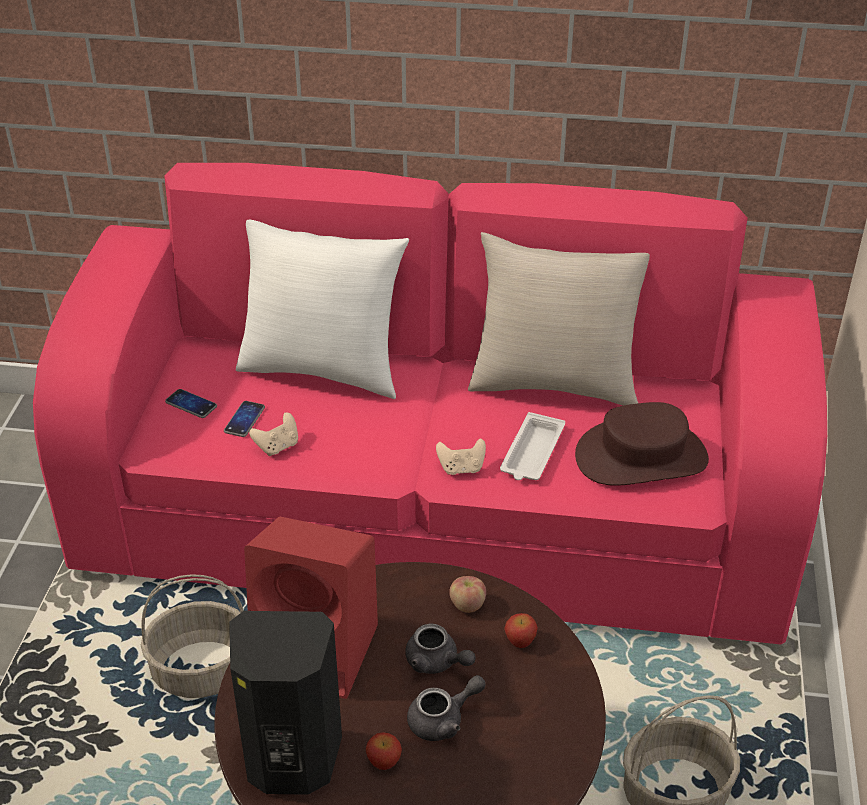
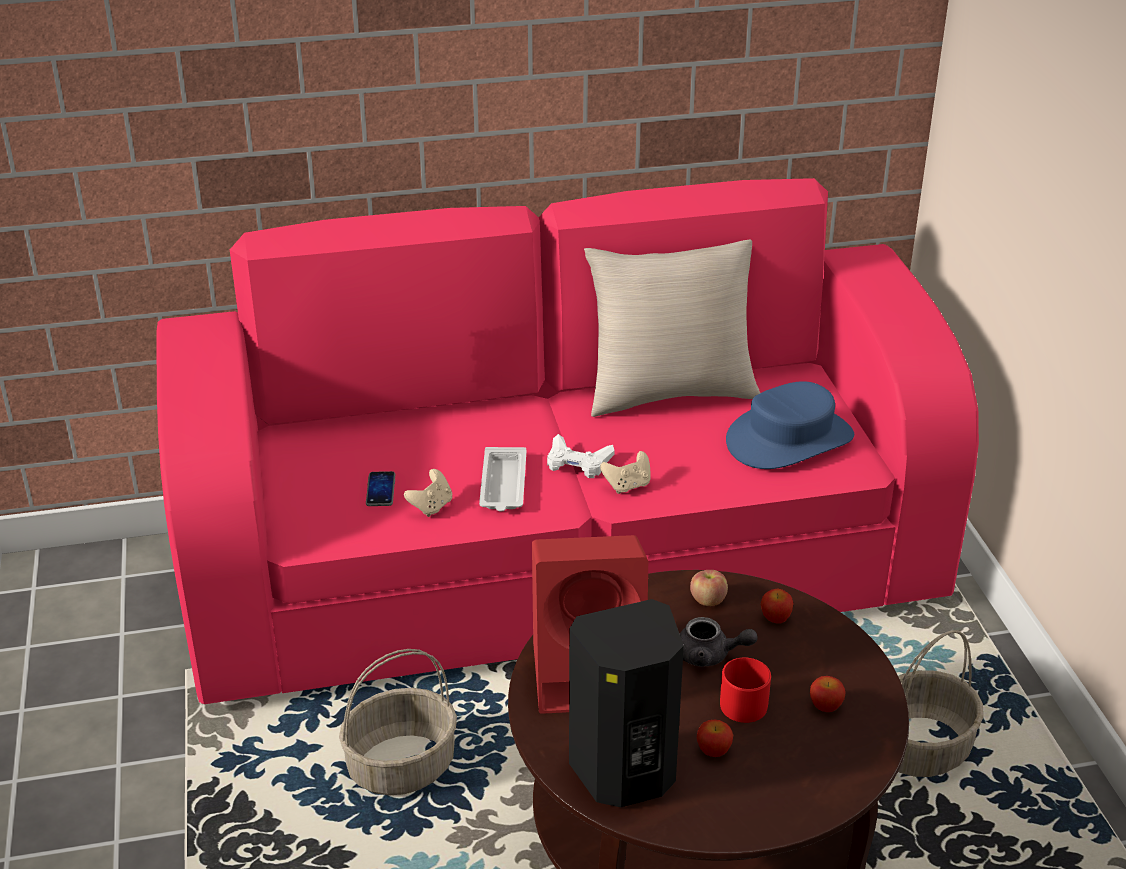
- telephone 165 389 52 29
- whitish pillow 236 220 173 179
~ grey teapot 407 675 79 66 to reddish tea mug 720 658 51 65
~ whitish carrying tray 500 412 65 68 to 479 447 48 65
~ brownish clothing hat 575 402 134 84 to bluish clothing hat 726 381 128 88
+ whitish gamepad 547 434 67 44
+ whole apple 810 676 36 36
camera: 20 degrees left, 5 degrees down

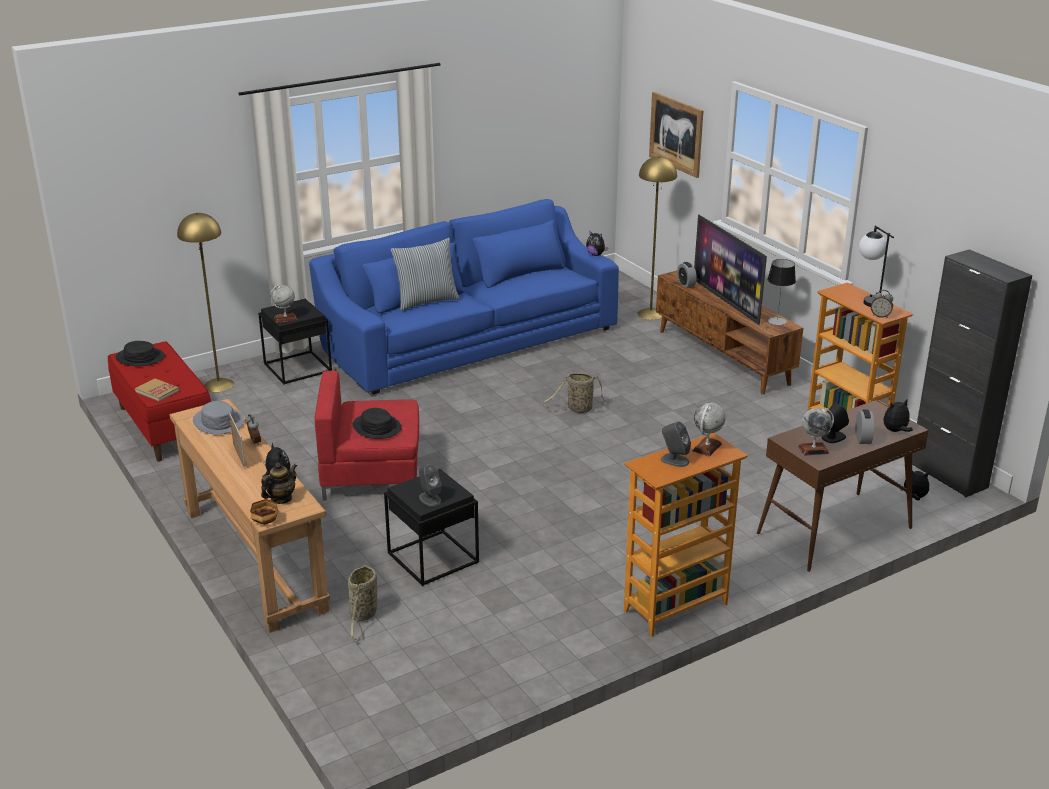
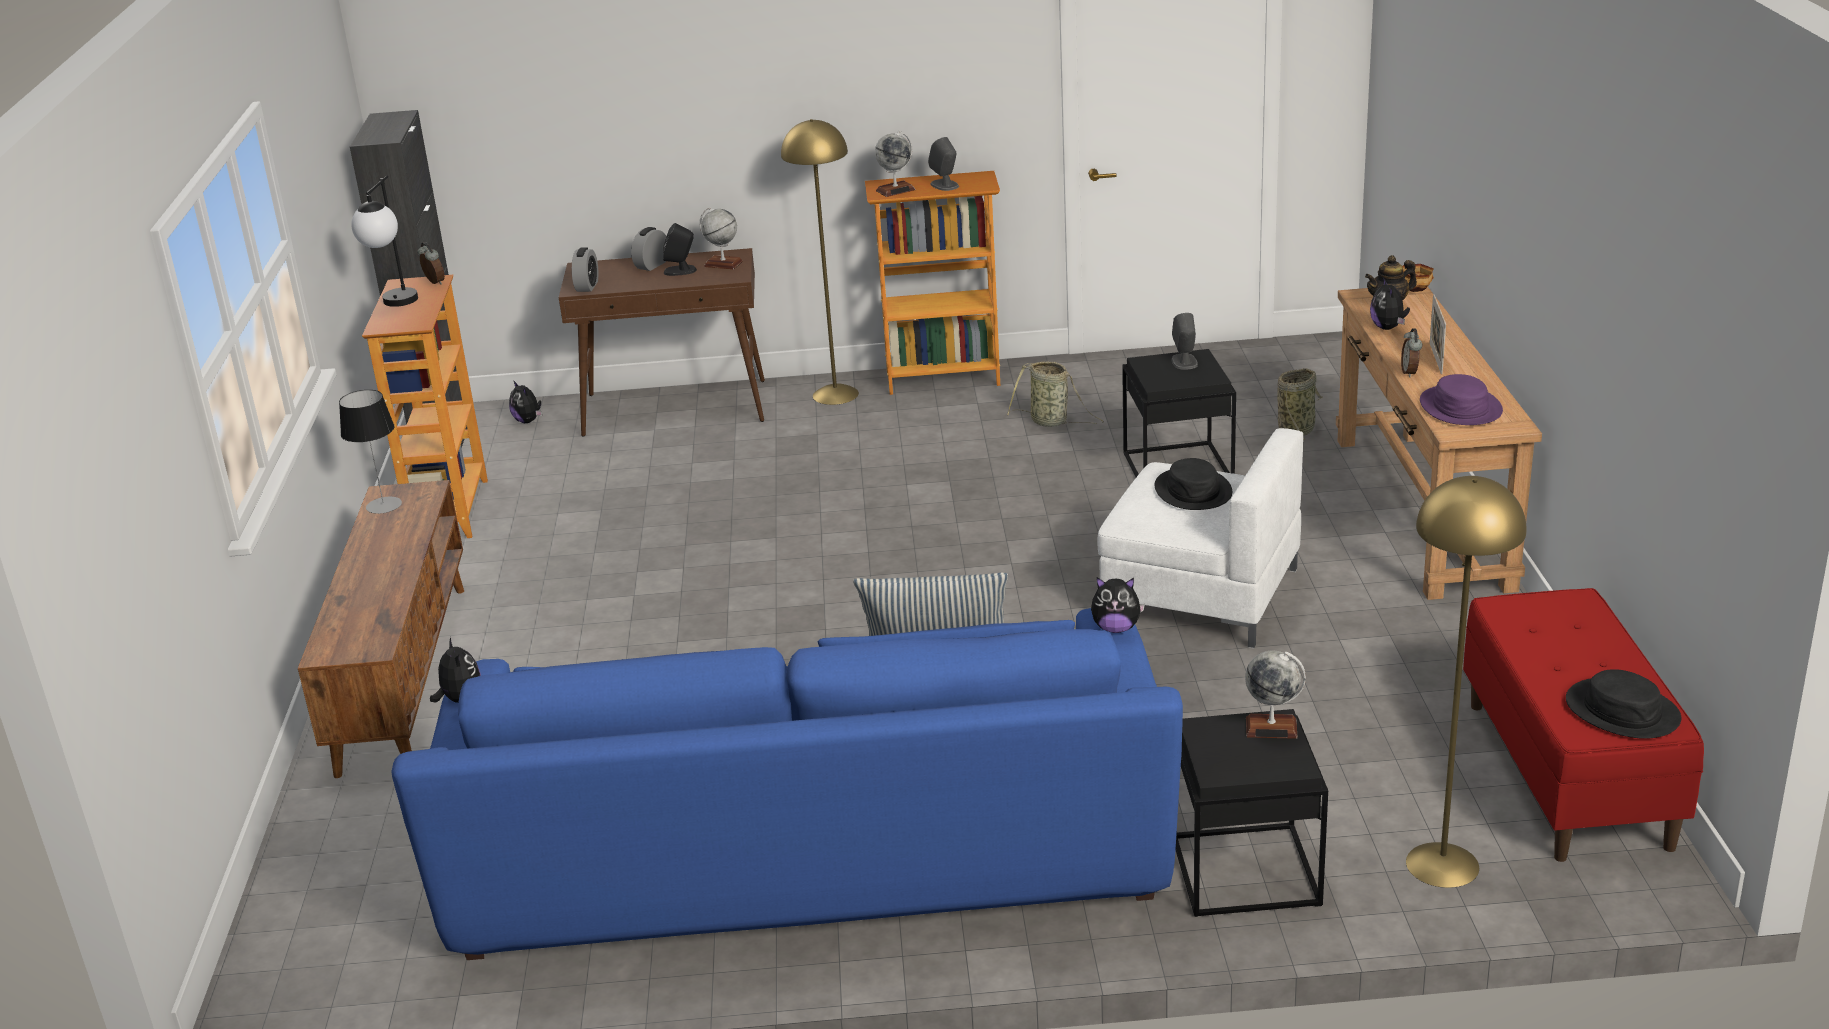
- bound book 135 378 44 24
~ grey clothing hat 193 401 52 33 to purple clothing hat 1420 374 83 51
~ reddish armchair 315 371 104 129 to whitish armchair 1097 428 206 221
~ storage basket 542 373 64 40 to 1007 361 97 66
~ yellow-coloured floor lamp 637 156 40 164 to 781 119 78 286
- wall art 649 92 54 86
~ alarm clock 677 262 20 26 to 572 247 26 45
- TV 694 214 73 111
~ cuddly toy 883 400 30 32 to 1091 578 54 55
camera: 150 degrees left, 0 degrees up

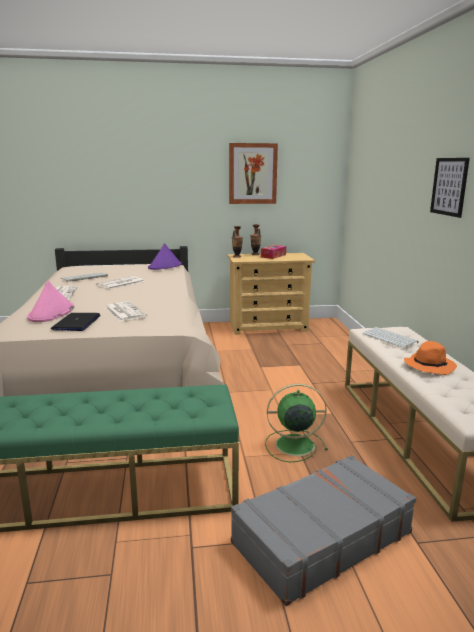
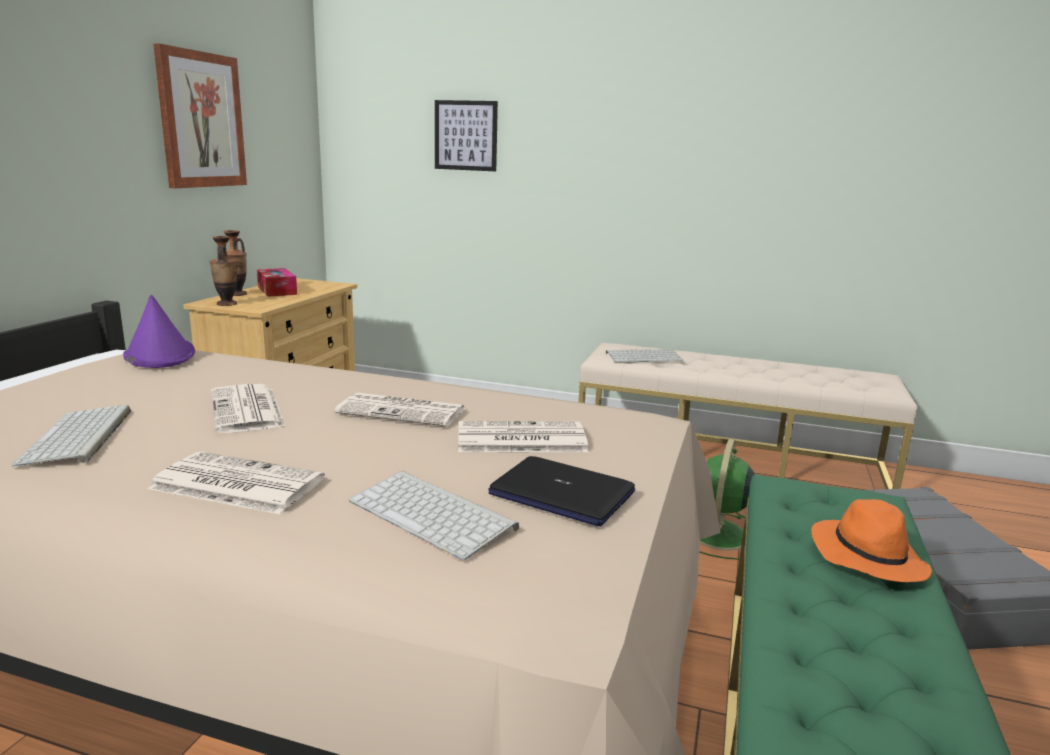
~ pinkish clothing hat 27 281 47 41 to computer keyboard 349 471 170 89
~ orangey clothing hat 404 341 53 34 to 811 499 121 83
~ wall art 430 158 40 60 to 435 100 63 71
+ daily paper 334 393 132 34
camera: 65 degrees left, 0 degrees up

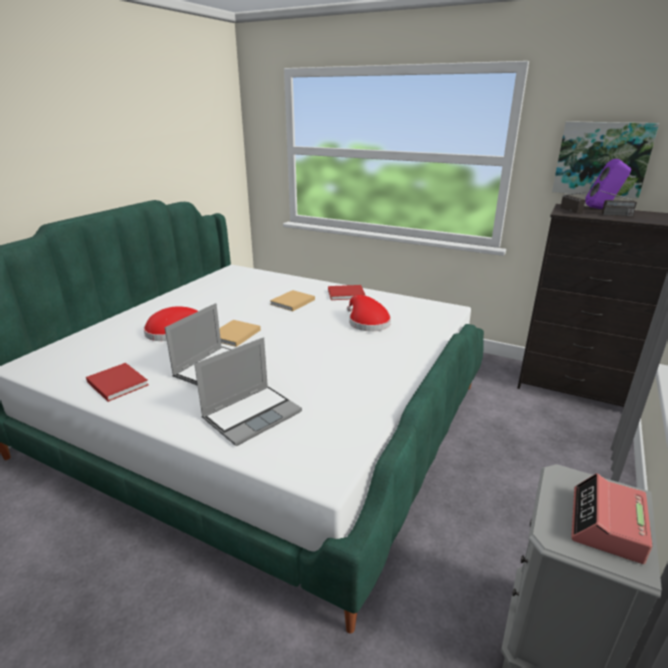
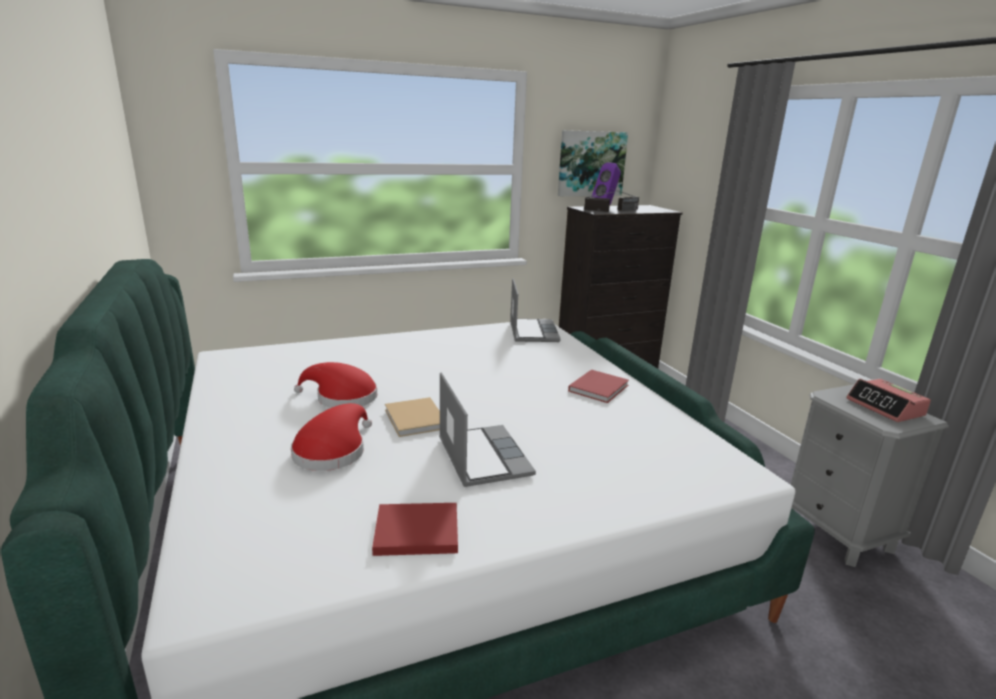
~ notebook computer 194 337 108 109 to 510 278 51 64
- beige-coloured bound book 270 290 45 21
~ reddish bound book 328 285 37 15 to 568 370 61 33
~ reddish clothing hat 347 295 44 36 to 294 362 83 46
camera: 50 degrees left, 5 degrees down

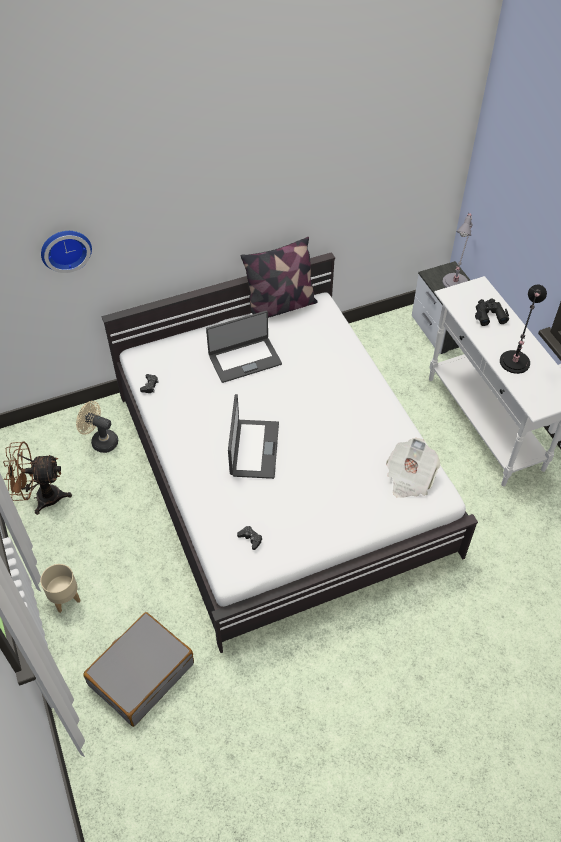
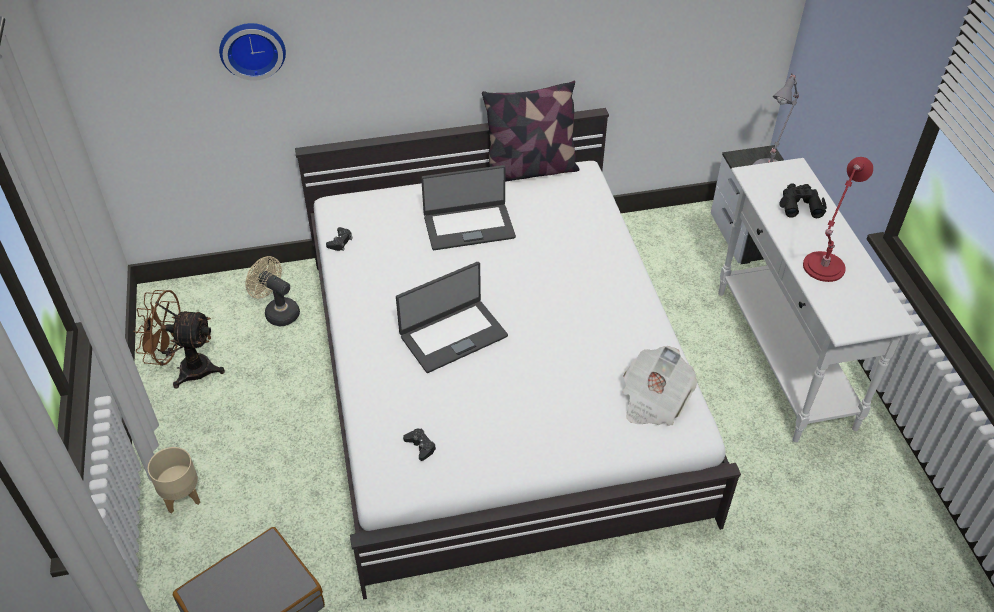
~ notebook computer 228 394 51 85 = 396 262 112 111 45 degrees clockwise
~ blackish lamp for a table 500 284 47 90 to reddish lamp for a table 803 157 70 125
camera: 10 degrees right, 5 degrees down

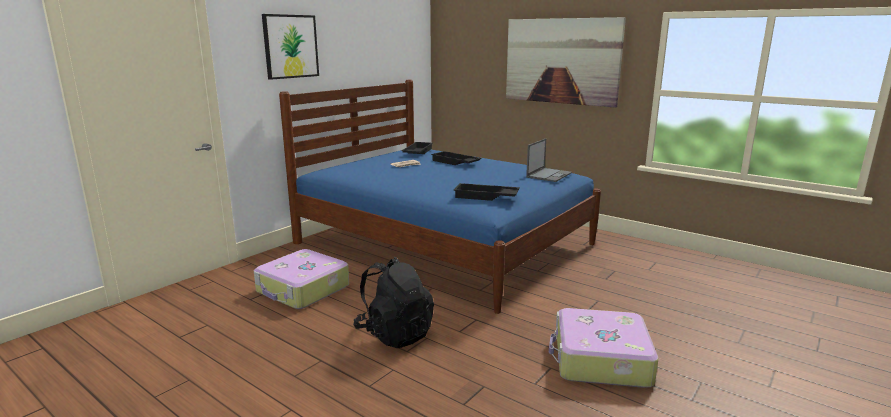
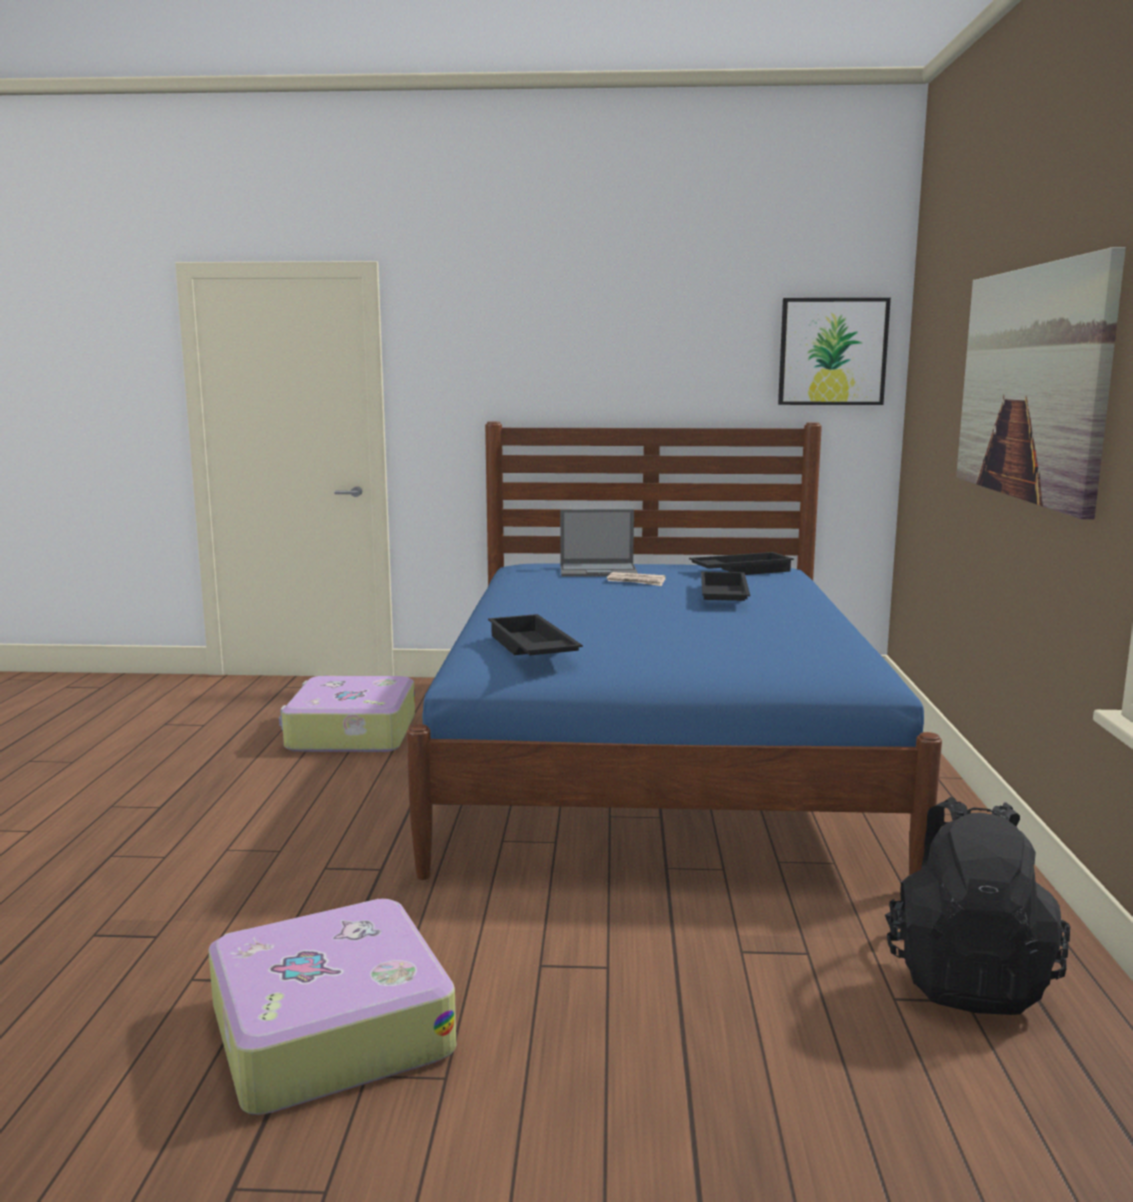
~ wall art 262 14 57 66 to 778 298 113 107
~ blackish knapsack 353 257 81 91 to 885 797 185 218
~ notebook computer 526 138 46 44 to 560 509 78 68
camera: 55 degrees right, 5 degrees down

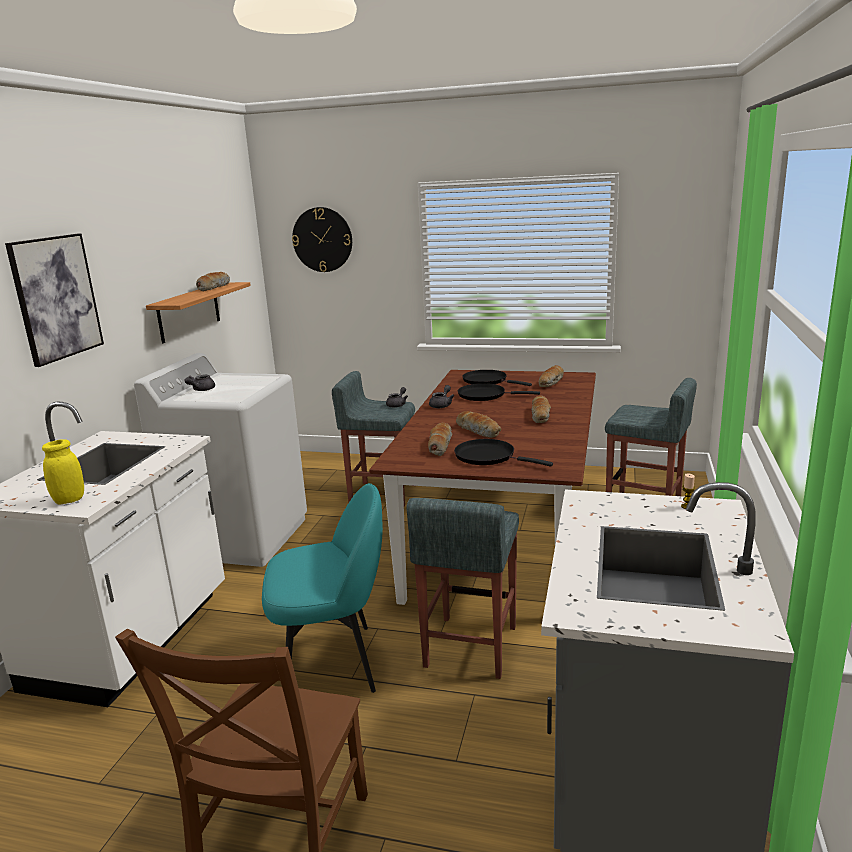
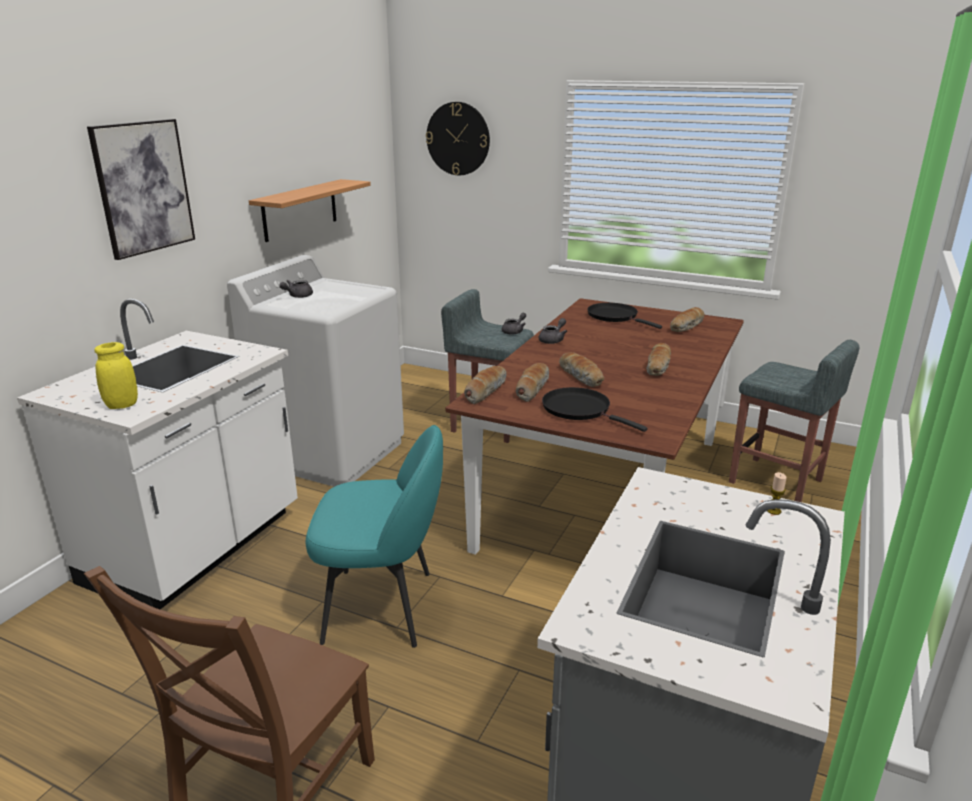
~ baked bread 196 272 34 19 to 464 366 43 38
- grey stool 406 498 113 181
- blackish frying pan 458 383 82 18
camera: 10 degrees right, 5 degrees up

